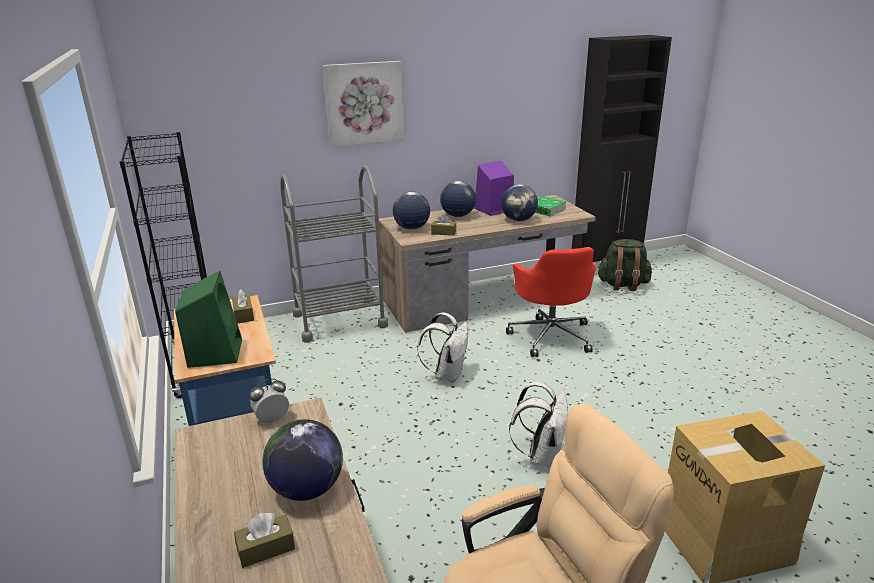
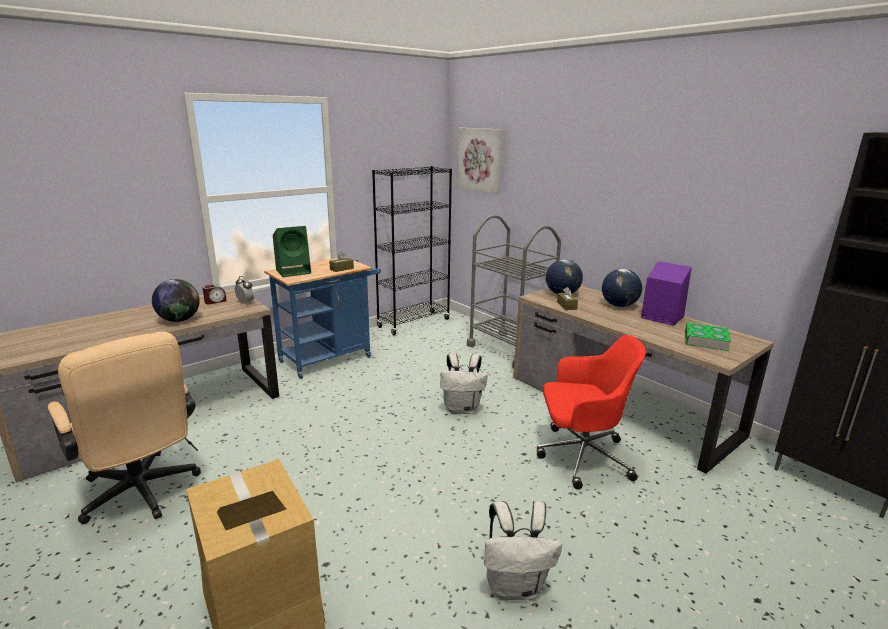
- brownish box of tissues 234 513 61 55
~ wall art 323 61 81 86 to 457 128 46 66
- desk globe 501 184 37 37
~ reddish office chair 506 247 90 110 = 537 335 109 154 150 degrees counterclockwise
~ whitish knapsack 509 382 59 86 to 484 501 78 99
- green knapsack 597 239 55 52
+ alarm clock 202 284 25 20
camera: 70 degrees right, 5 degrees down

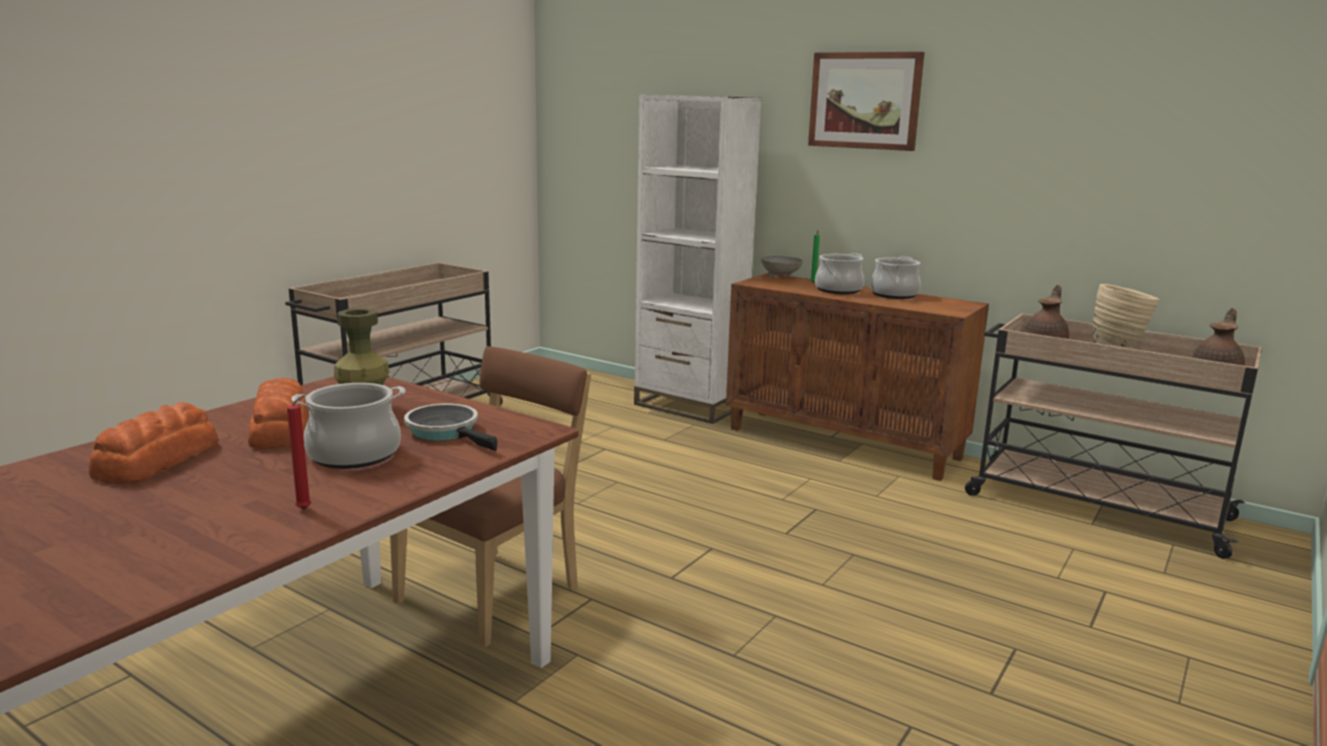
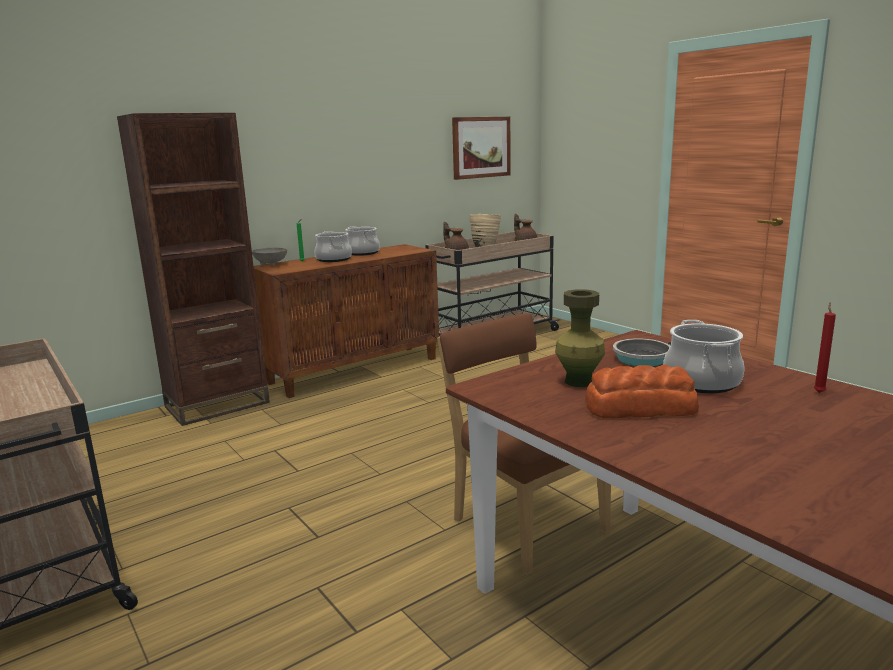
- baked bread 89 402 130 82
~ whitish shelving unit 634 95 128 329 to brownish shelving unit 117 113 153 313
~ wall art 808 52 117 99 to 452 117 59 63
camera: 70 degrees left, 0 degrees up

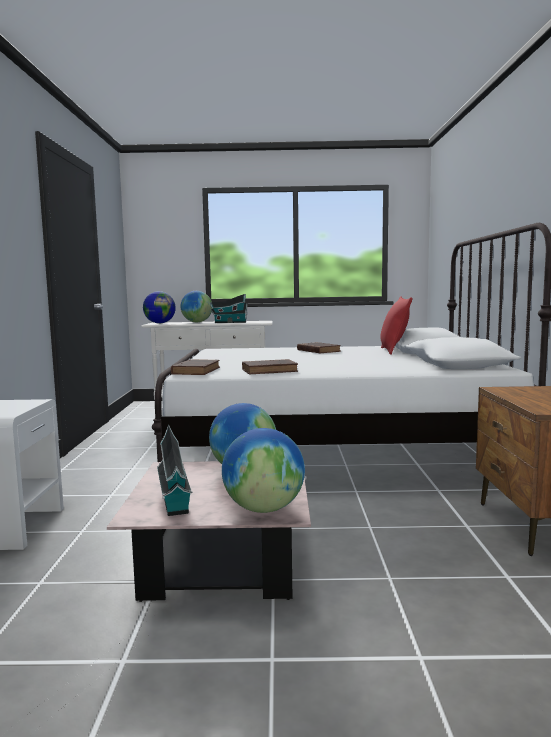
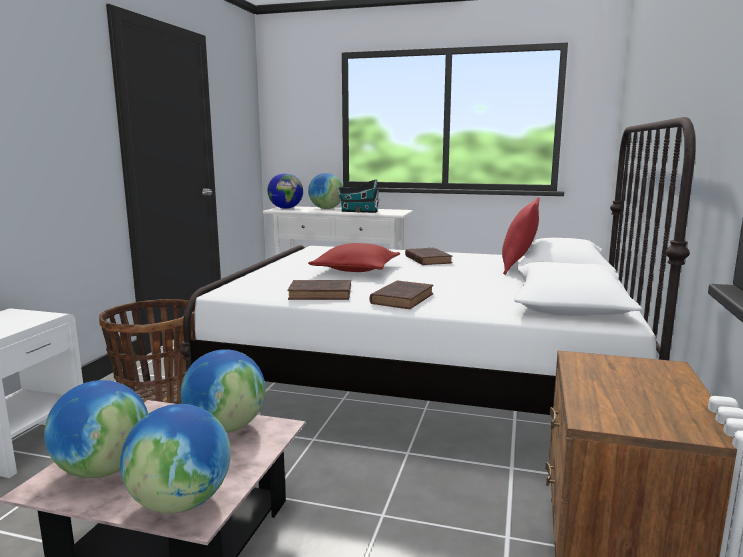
~ miniature house 157 424 35 92 to desk globe 44 380 104 98
~ brownish bound book 171 359 49 16 to 370 280 63 29
+ storage basket 99 299 97 105
+ reddish pillow 308 243 92 29
camera: 15 degrees right, 5 degrees up

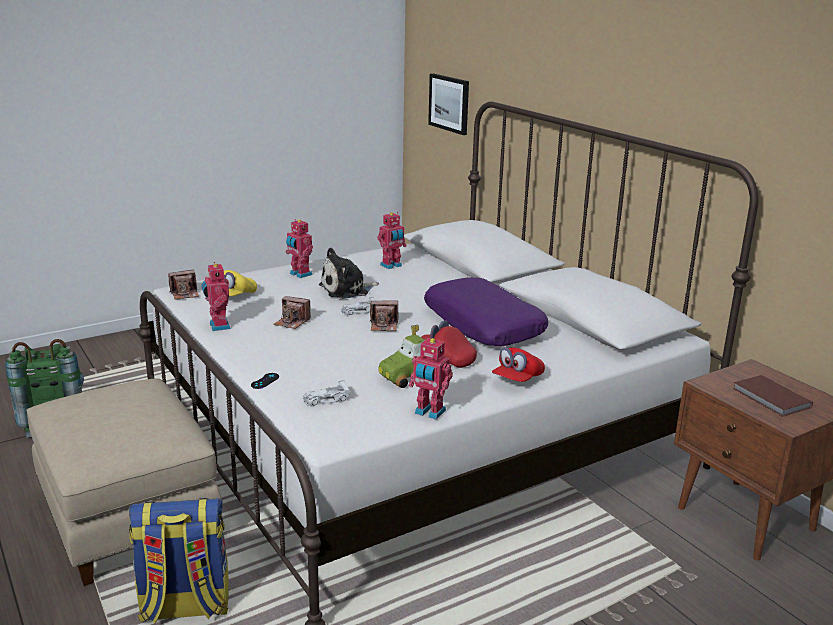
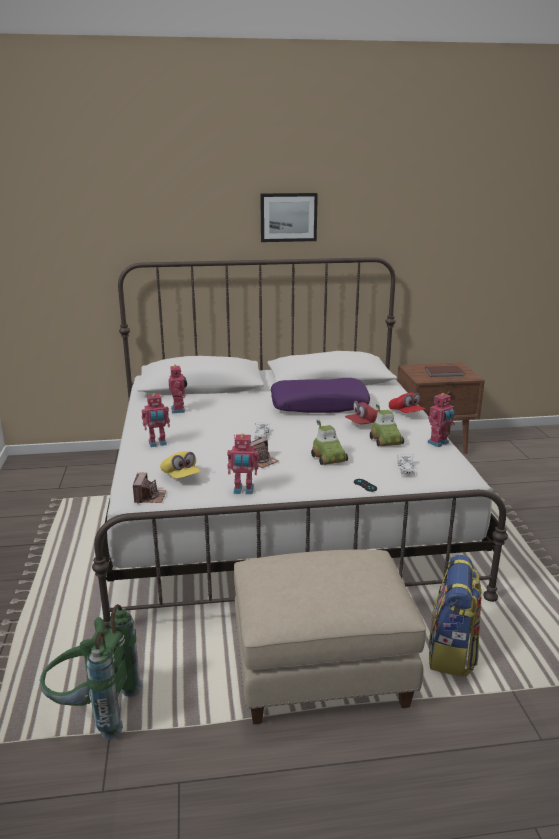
- cuddly toy 319 248 60 51
- still camera 370 300 28 31
~ wall art 428 73 41 62 to 260 193 58 49
+ miniature car 311 420 37 45
camera: 65 degrees left, 0 degrees up

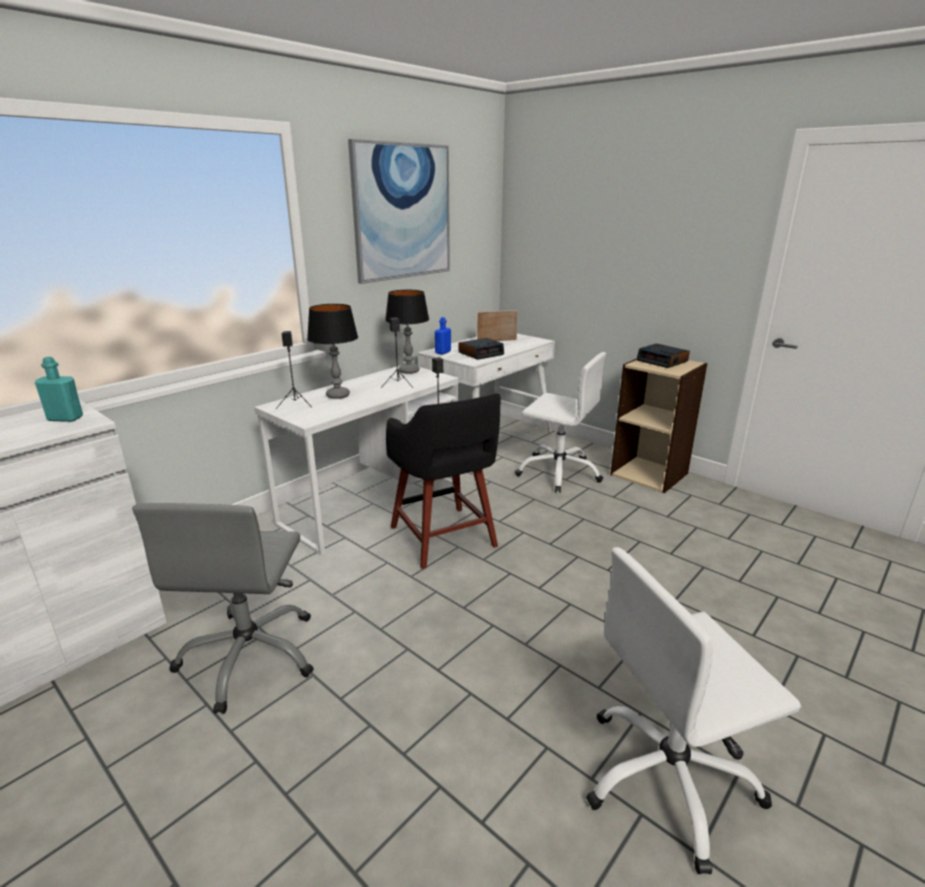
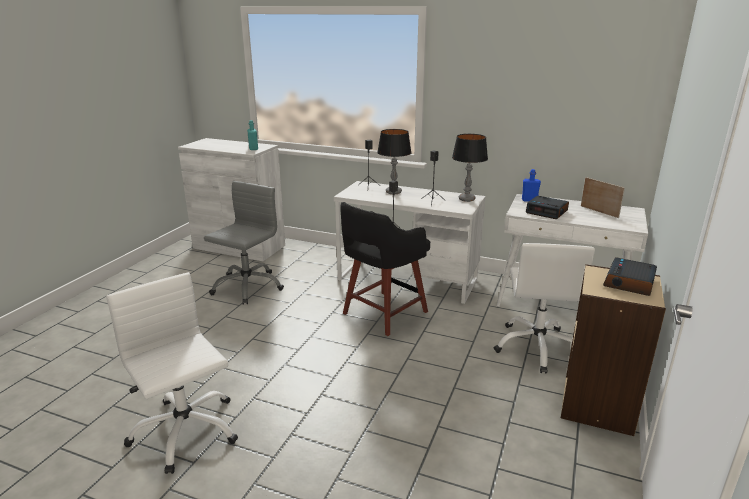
~ grey office chair 132 503 182 211 = 204 181 80 124 135 degrees clockwise
- wall art 348 139 102 145
camera: 70 degrees right, 0 degrees up

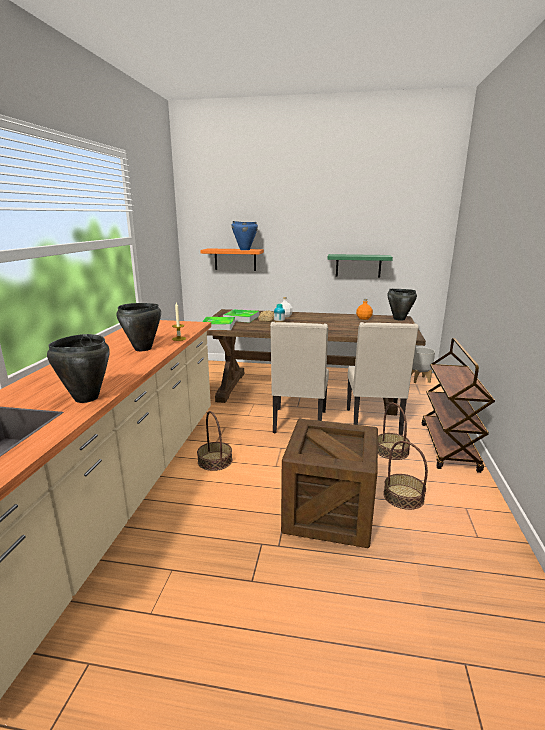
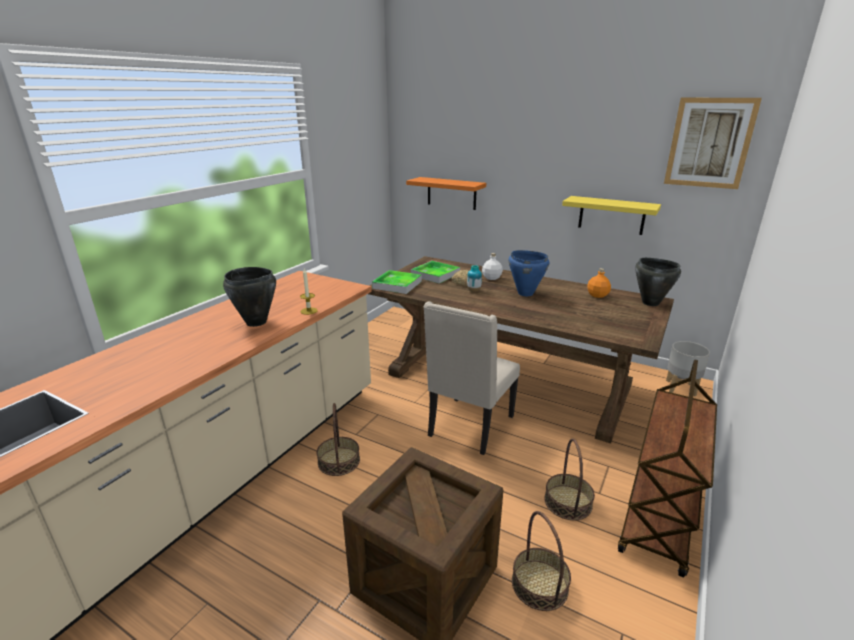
- blackish saucepot 47 334 62 69
~ bluish saucepot 232 221 26 29 to 509 250 40 46
~ green bracket shelf 328 254 65 24 to yellow-coloured bracket shelf 562 196 99 39
- beige-coloured upright chair 347 322 72 114
+ wall art 664 98 98 91
camera: 20 degrees right, 5 degrees up

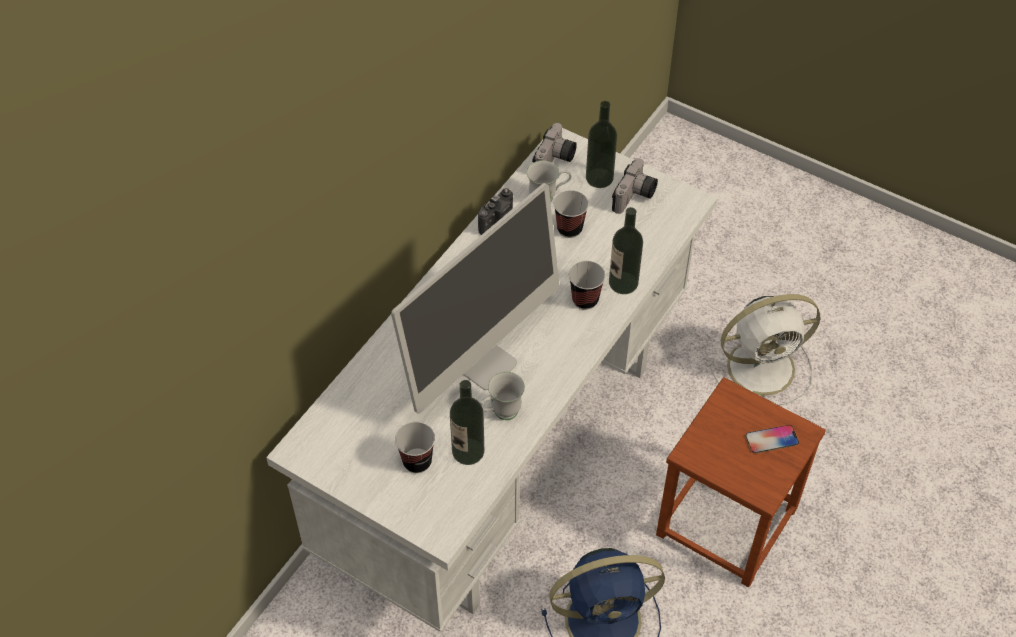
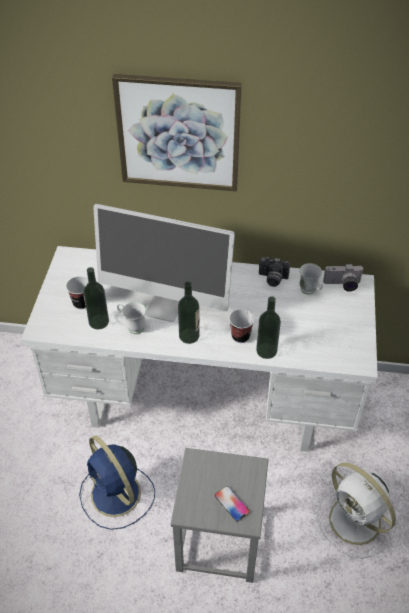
- drinking cup 554 190 35 48
~ drink bottle 586 101 31 87 to 178 281 22 63
- still camera 612 158 46 56
~ brownish stool 656 377 170 210 to grey stool 171 448 98 135
+ wall art 112 74 130 117
camera: 65 degrees right, 5 degrees down

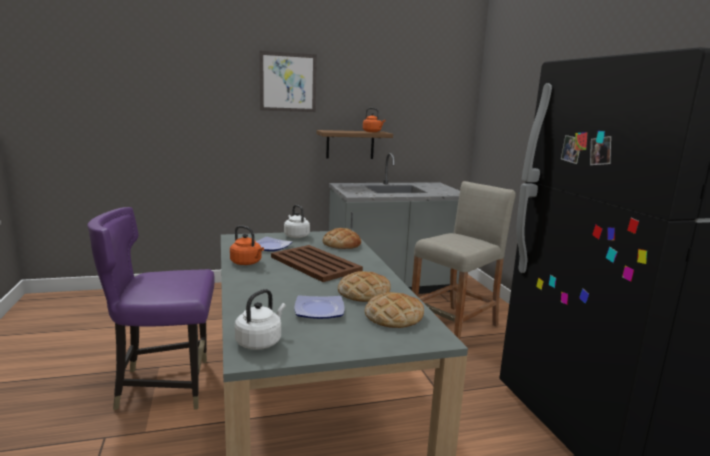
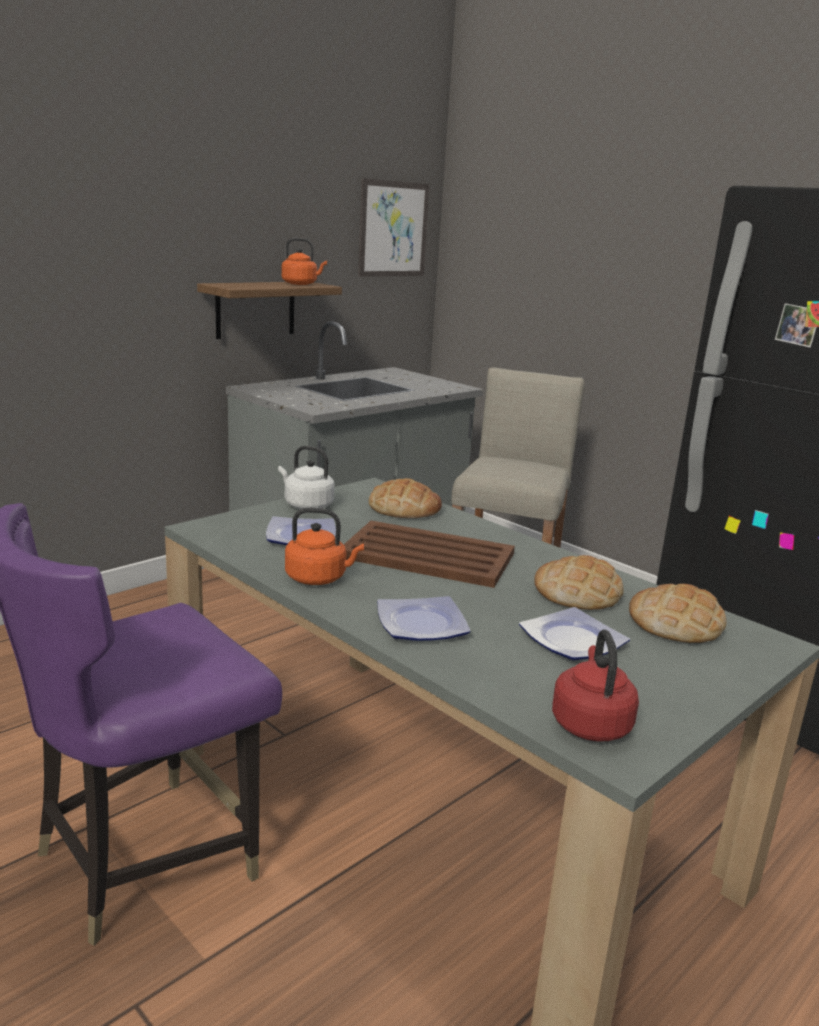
~ whitish tea kettle 235 289 51 61 to reddish tea kettle 552 629 87 113
~ wall art 259 51 58 61 to 358 178 72 99
+ dinner plate 377 596 94 45
camera: 30 degrees left, 5 degrees up

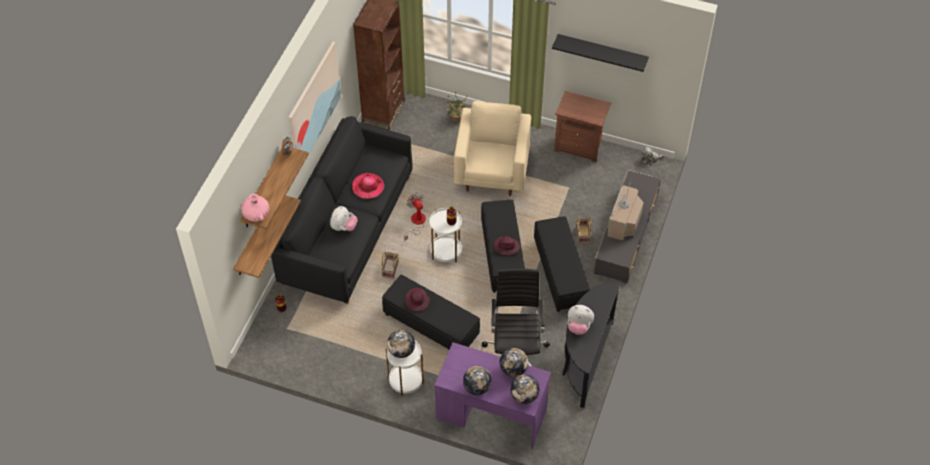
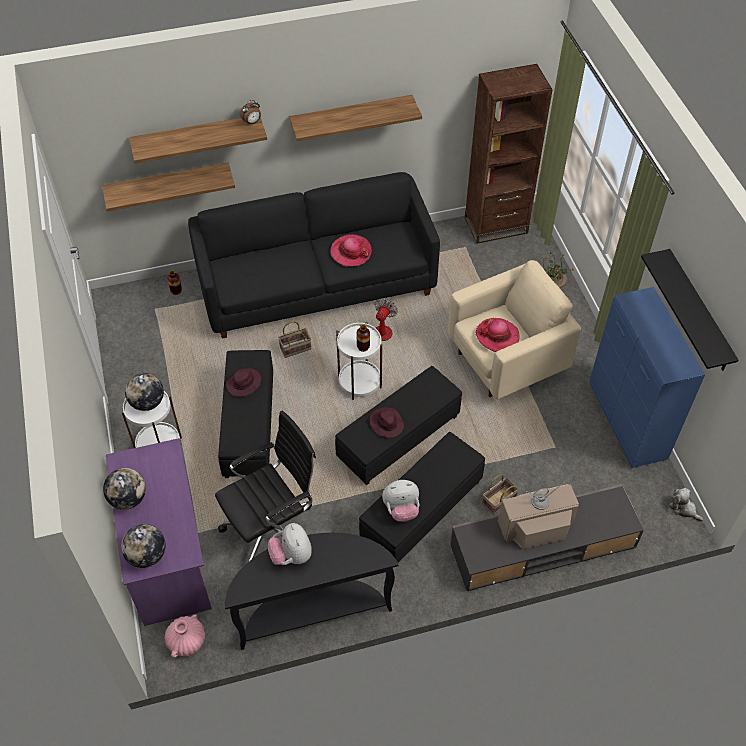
~ pinkish flower vase 241 194 29 28 to 164 614 41 44
~ wall art 288 42 53 129 to bracket shelf 289 95 133 46
~ cuddly toy 330 206 28 25 to 382 480 37 42
- desk globe 500 348 28 29
~ brownish nightstand 554 91 57 71 to bluish cabinet 589 287 116 181
+ clothing hat 475 318 44 34
camera: 55 degrees right, 0 degrees up

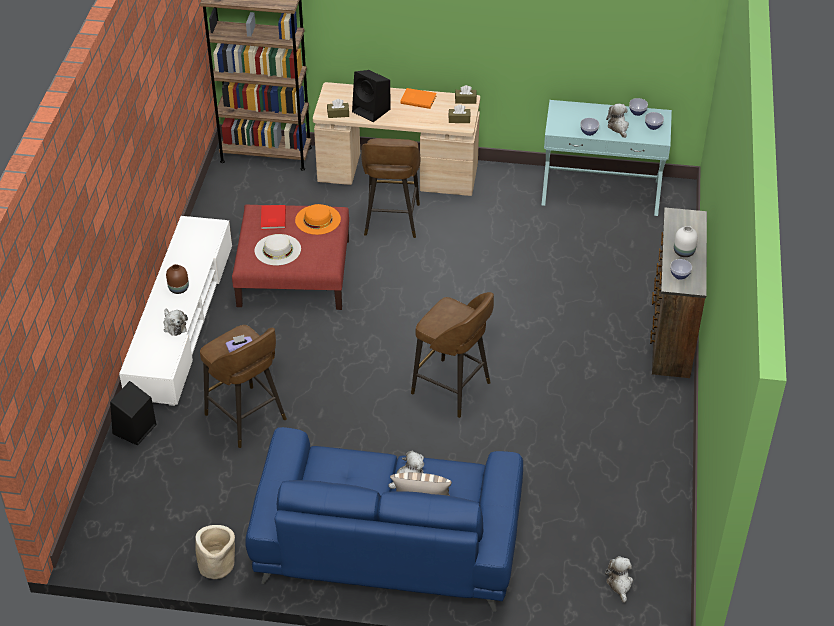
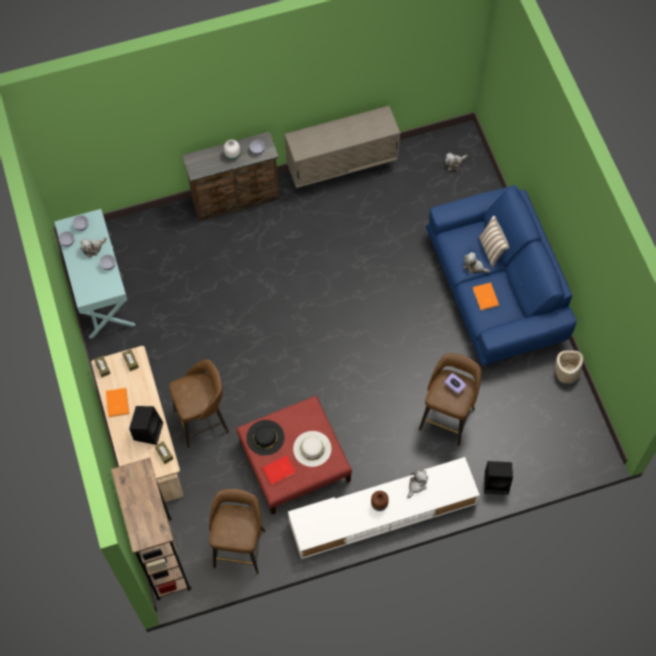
~ orangey clothing hat 295 204 46 31 to blackish clothing hat 246 420 39 36
~ brownish stool 411 292 83 126 to 209 489 57 85
+ beige-coloured cabinet 285 106 115 88
+ orangey bound book 473 282 26 28
camera: 115 degrees left, 20 degrees up

